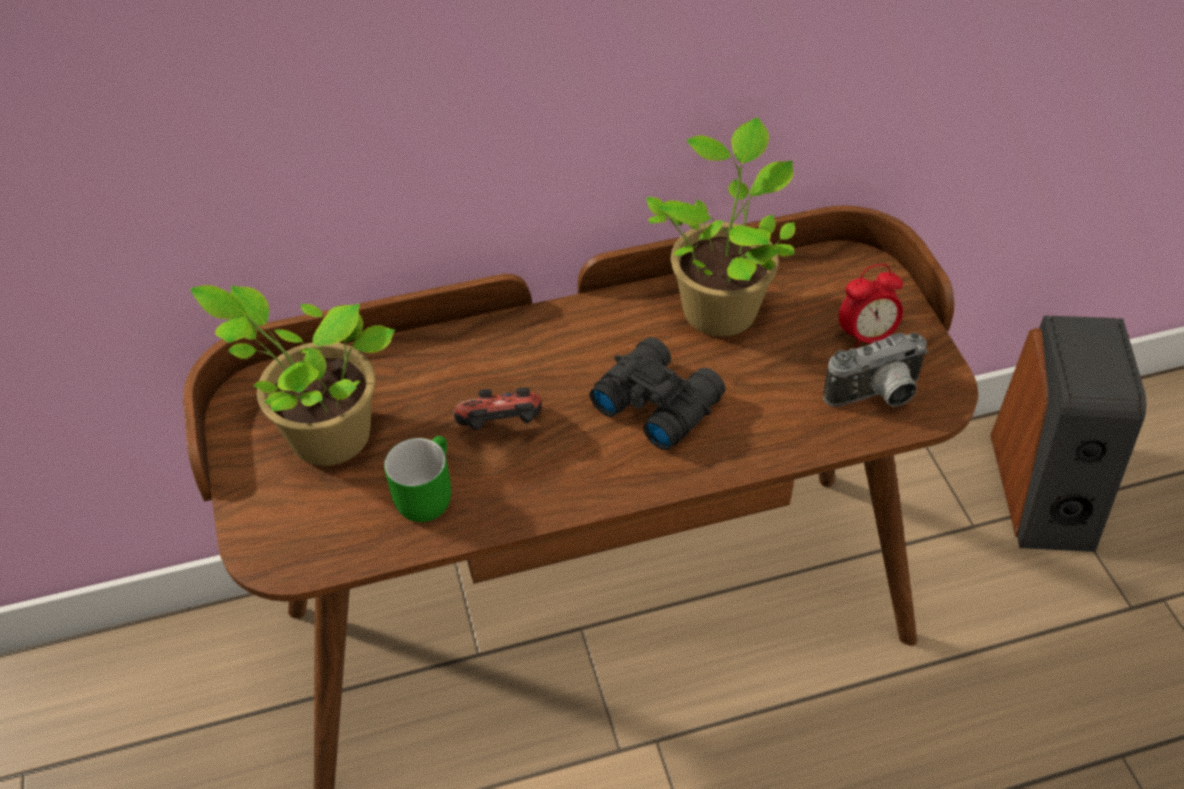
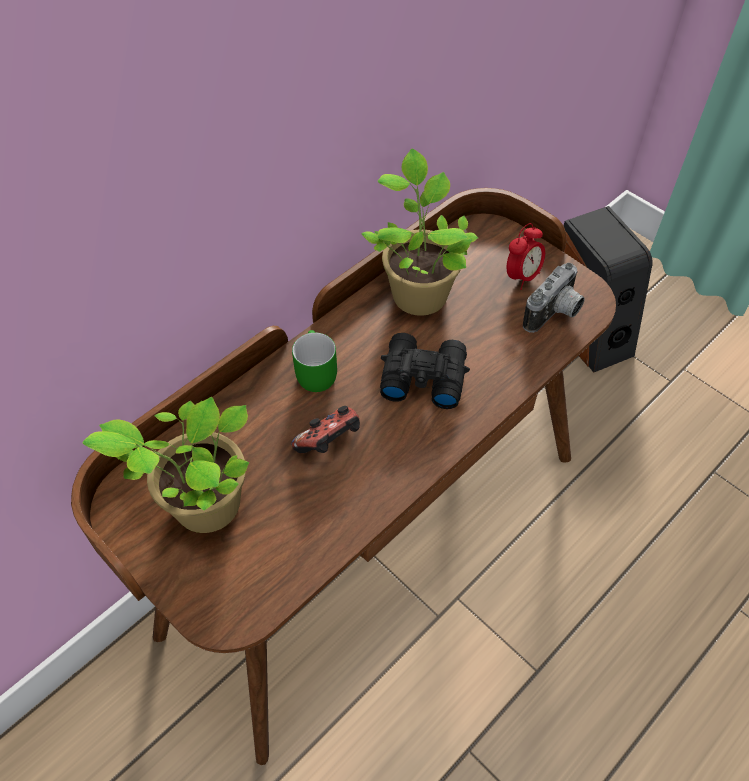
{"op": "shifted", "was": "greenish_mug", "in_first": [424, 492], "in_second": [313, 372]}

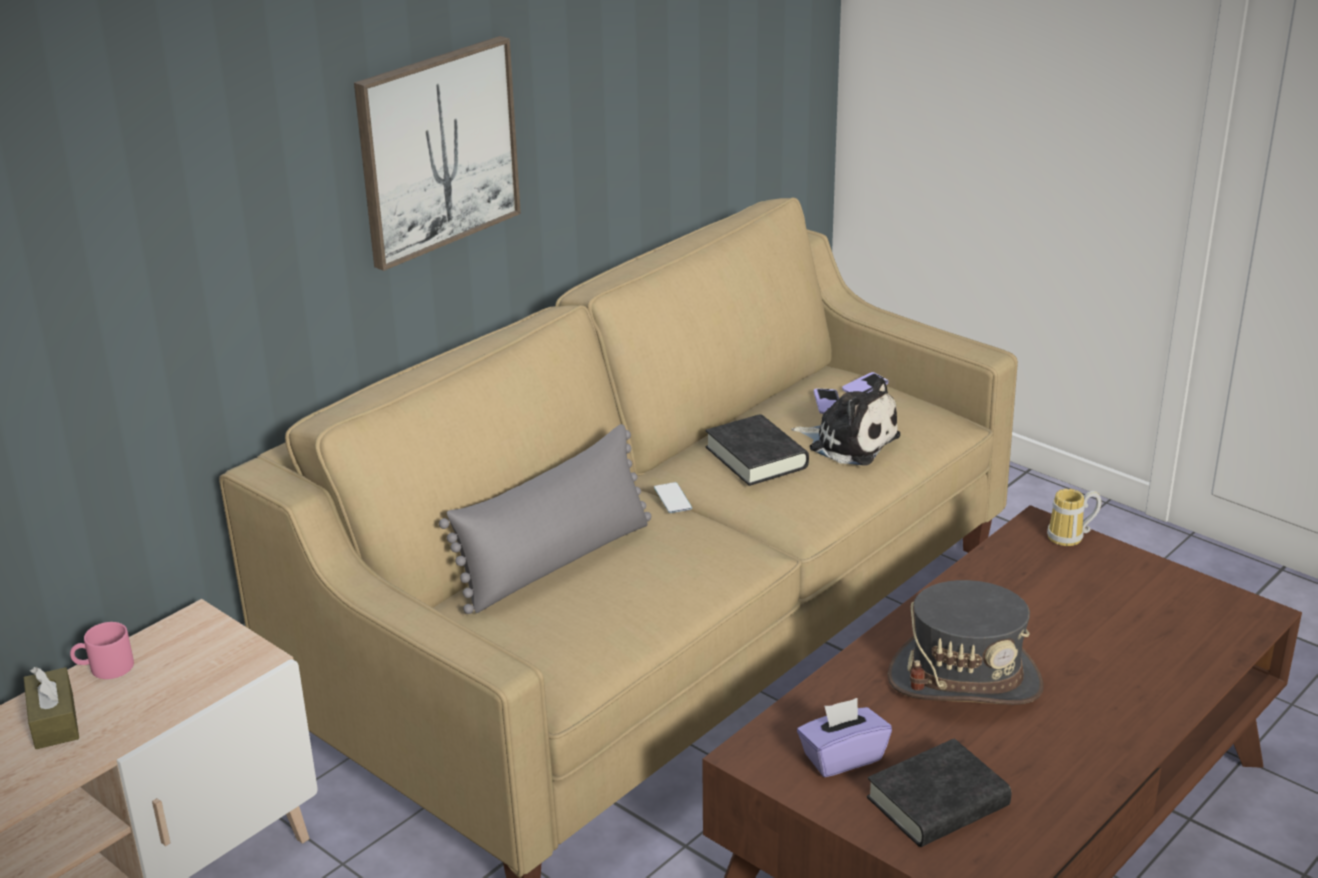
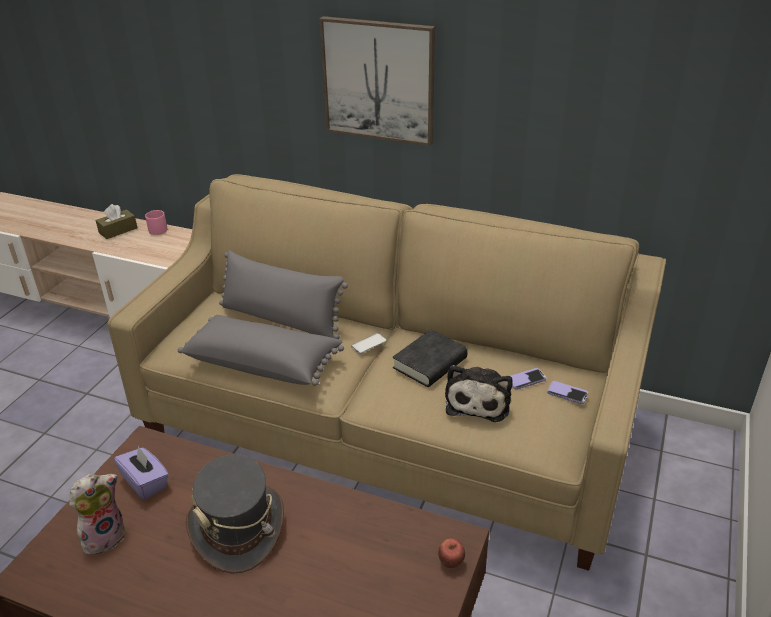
{"op": "new", "now": "gray_cushion", "in_second": [263, 363]}
{"op": "swapped", "was": "black_book", "now": "plush_toy", "in_first": [937, 802], "in_second": [104, 536]}
{"op": "swapped", "was": "mug", "now": "whole_apple", "in_first": [1070, 538], "in_second": [451, 562]}

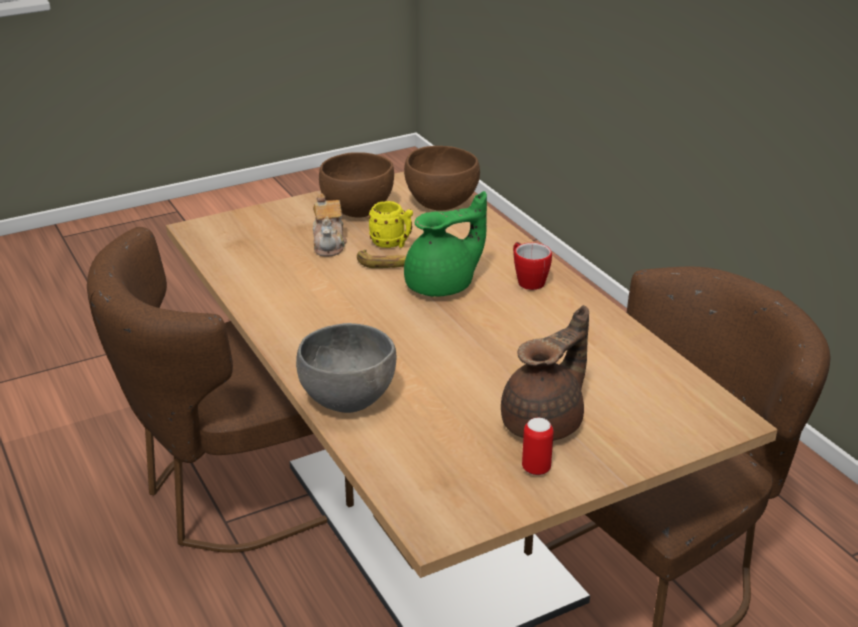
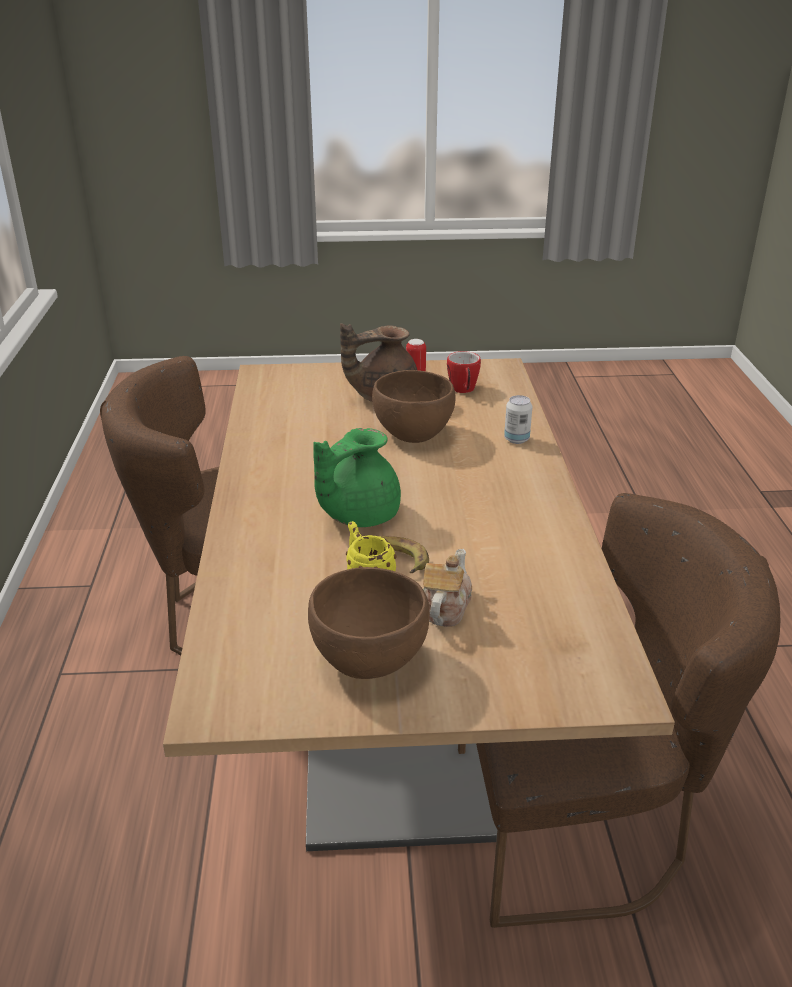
{"op": "shifted", "was": "brown-coloured_deep_dish", "in_first": [440, 204], "in_second": [414, 434]}
{"op": "shifted", "was": "mug", "in_first": [527, 280], "in_second": [463, 390]}
{"op": "swapped", "was": "gray_deep_dish", "now": "can", "in_first": [349, 400], "in_second": [516, 439]}
{"op": "rotated", "was": "greenish_teapot", "in_first": [443, 286], "in_second": [357, 515], "clockwise": -45}

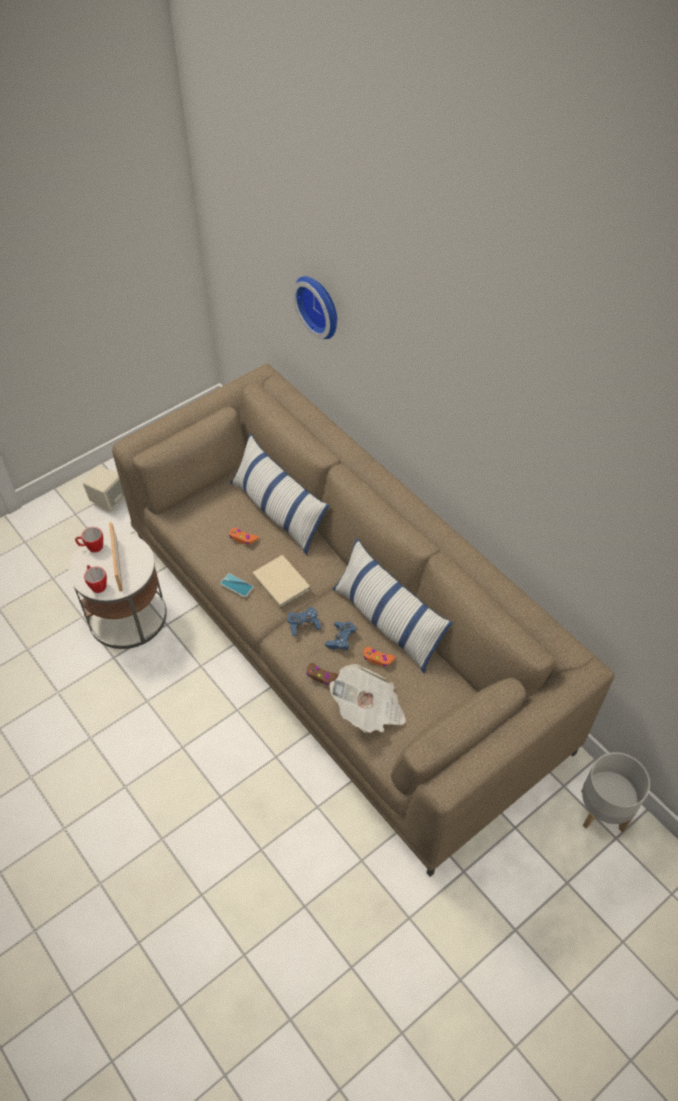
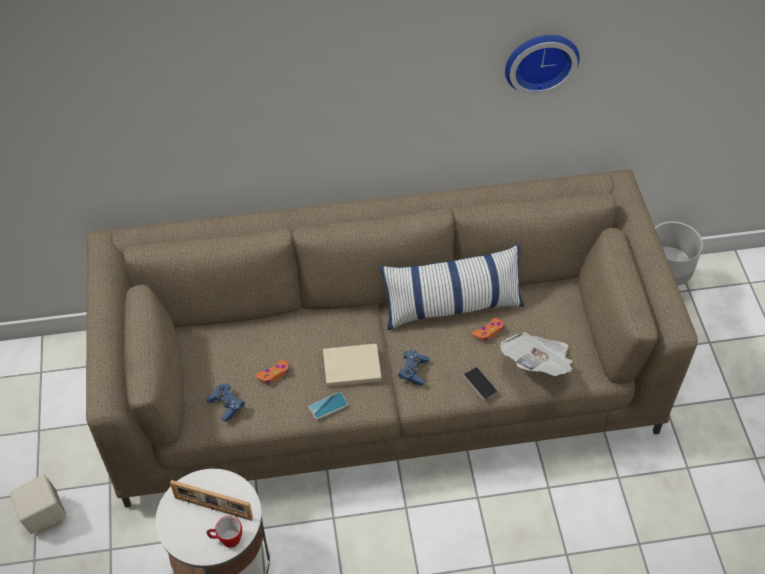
{"op": "gone", "was": "mug", "in_first": [92, 547]}
{"op": "gone", "was": "cushion", "in_first": [278, 511]}
{"op": "shifted", "was": "hanging_clock", "in_first": [320, 305], "in_second": [540, 60]}
{"op": "shifted", "was": "blue-coloured_game_controller", "in_first": [341, 639], "in_second": [226, 405]}
{"op": "swapped", "was": "brown-coloured_game_controller", "now": "phone", "in_first": [321, 676], "in_second": [480, 384]}

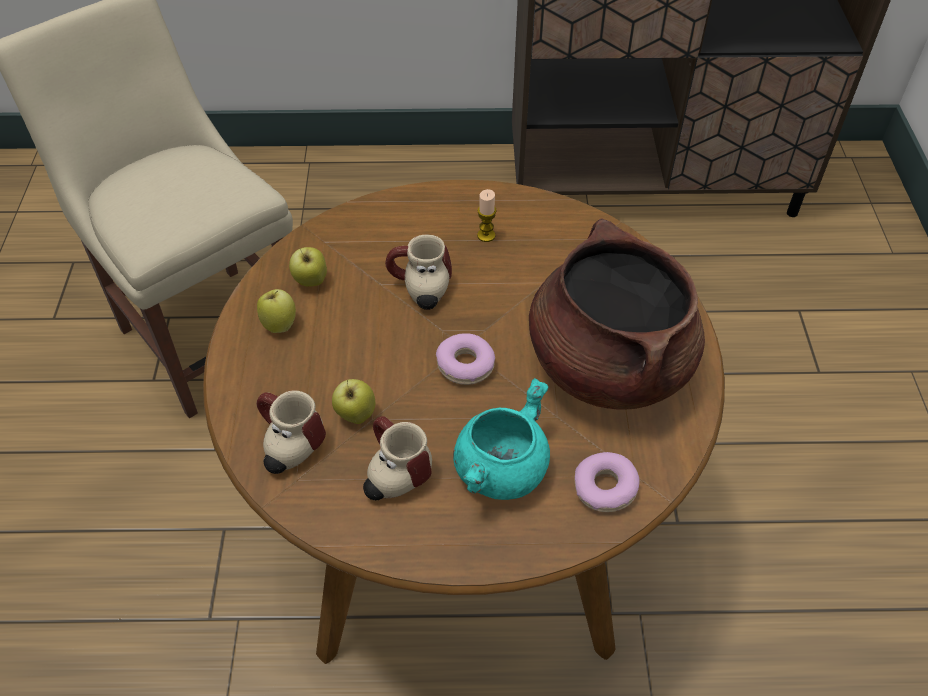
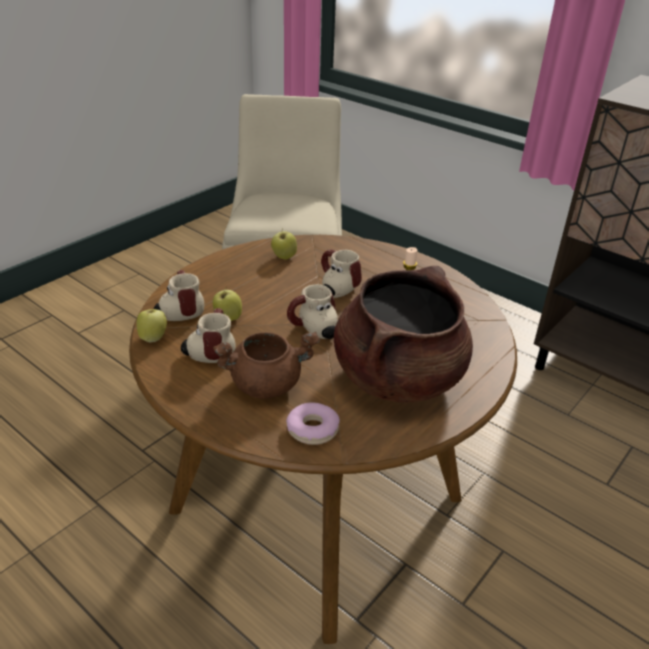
{"op": "shifted", "was": "whole_apple", "in_first": [279, 324], "in_second": [153, 338]}
{"op": "swapped", "was": "doughnut", "now": "mug", "in_first": [465, 365], "in_second": [313, 331]}
{"op": "repainted", "was": "turquoise-coloured_cooking_pot", "now": "brown-coloured_cooking_pot", "in_first": [500, 468], "in_second": [266, 384]}

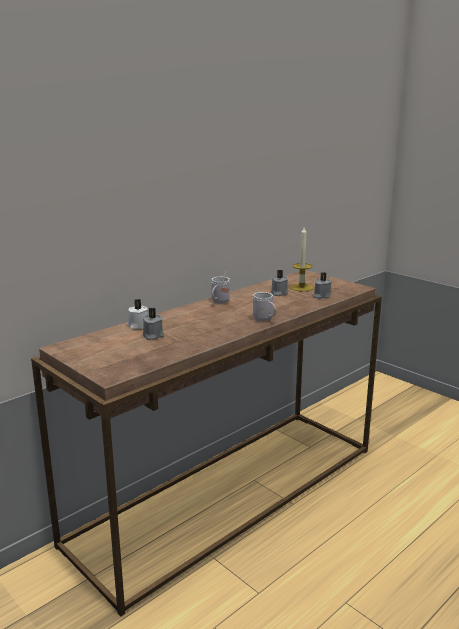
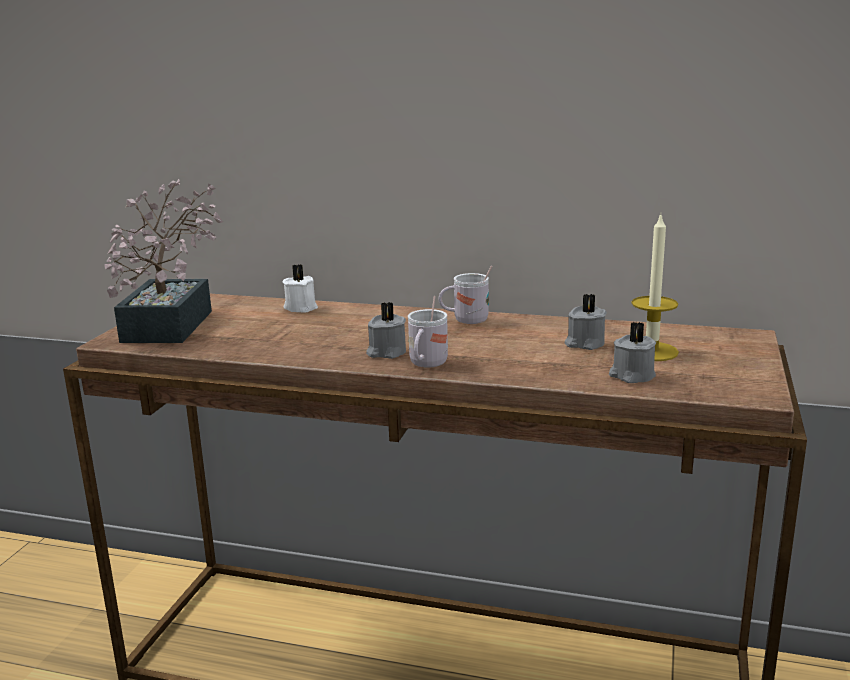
{"op": "new", "now": "plant_in_a_pot", "in_second": [173, 322]}
{"op": "shifted", "was": "gray_wax_candle", "in_first": [152, 336], "in_second": [386, 352]}

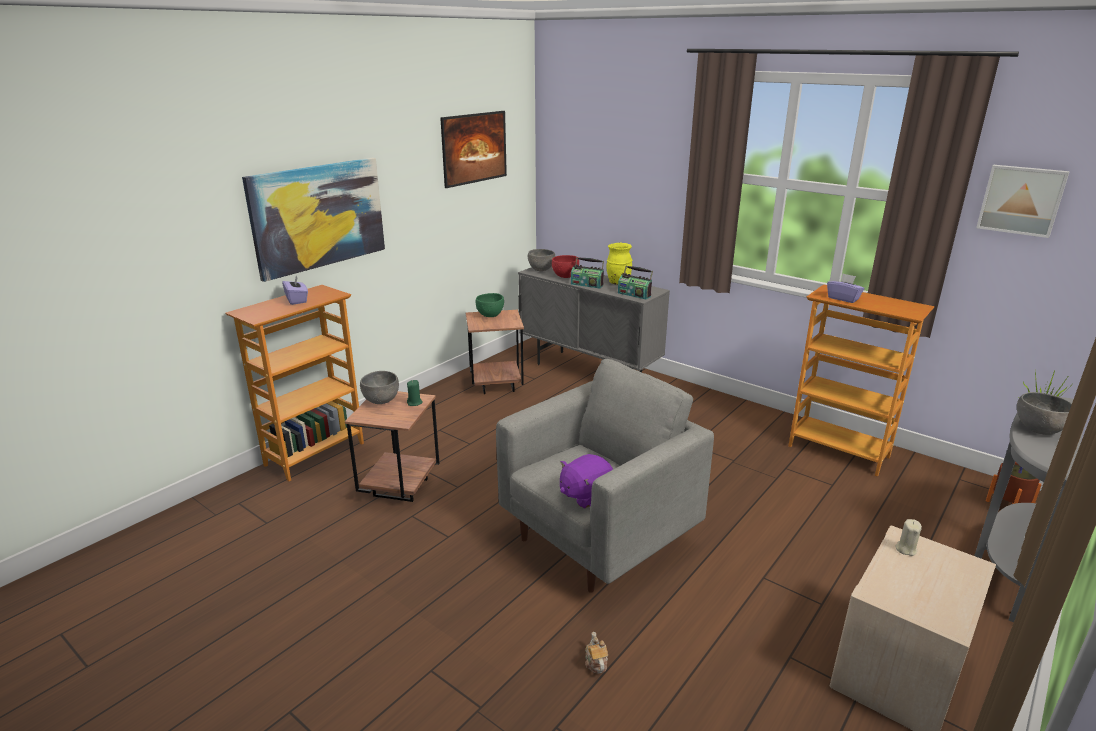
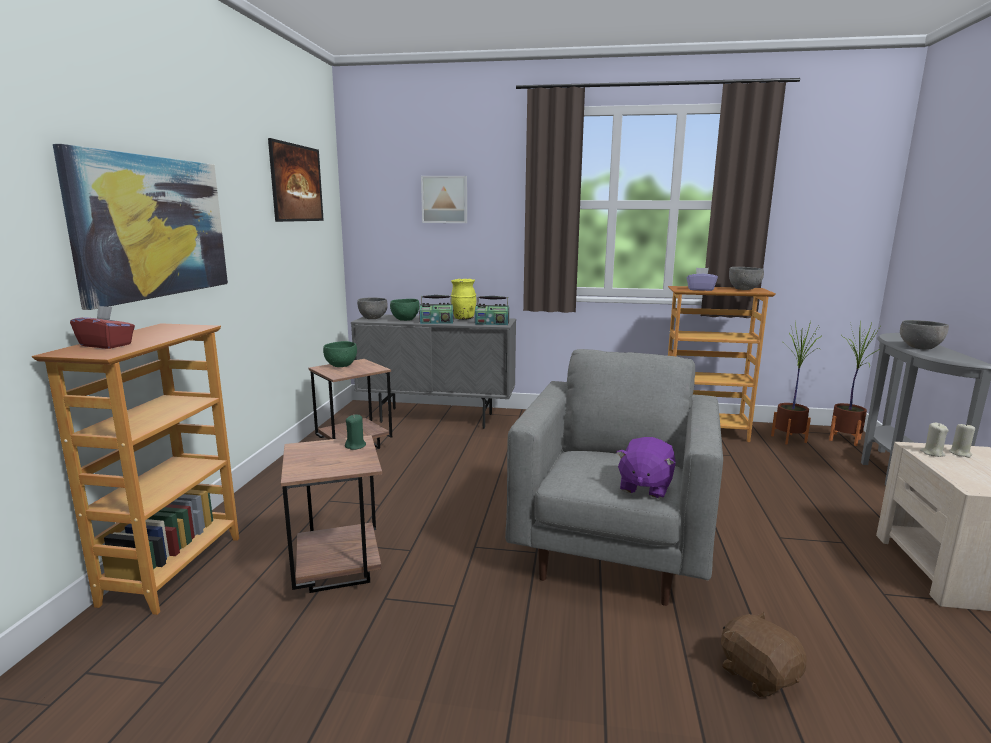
{"op": "gone", "was": "purple-coloured_tissue_box", "in_first": [297, 300]}
{"op": "new", "now": "reddish_tissue_box", "in_second": [106, 345]}
{"op": "new", "now": "plant_in_a_pot", "in_second": [788, 439]}
{"op": "new", "now": "sand-coloured_wax_candle", "in_second": [960, 453]}
{"op": "shifted", "was": "gray_deep_dish", "in_first": [381, 401], "in_second": [743, 289]}
{"op": "shifted", "was": "wall_picture", "in_first": [1021, 200], "in_second": [445, 199]}
{"op": "swapped", "was": "teapot", "now": "brown-coloured_plush_toy", "in_first": [595, 662], "in_second": [758, 674]}
{"op": "repainted", "was": "reddish_deep_dish", "now": "greenish_deep_dish", "in_first": [565, 276], "in_second": [405, 320]}

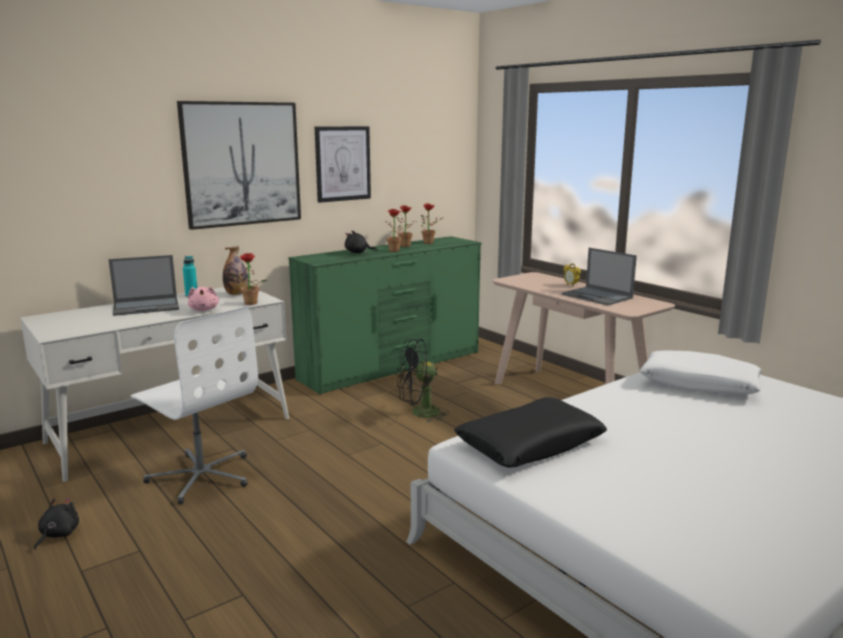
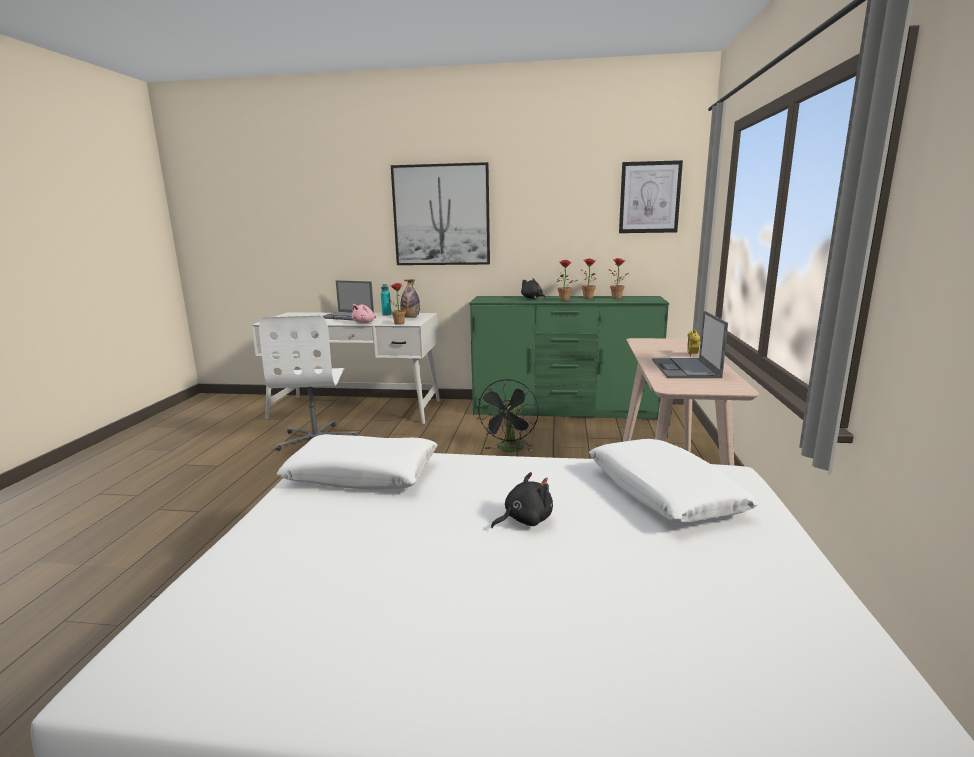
{"op": "shifted", "was": "black_plush_toy", "in_first": [58, 535], "in_second": [525, 520]}
{"op": "shifted", "was": "wall_picture", "in_first": [343, 163], "in_second": [649, 197]}
{"op": "repainted", "was": "black_cushion", "now": "white_cushion", "in_first": [530, 445], "in_second": [362, 474]}
{"op": "rotated", "was": "black_fan", "in_first": [419, 413], "in_second": [509, 450], "clockwise": -105}

